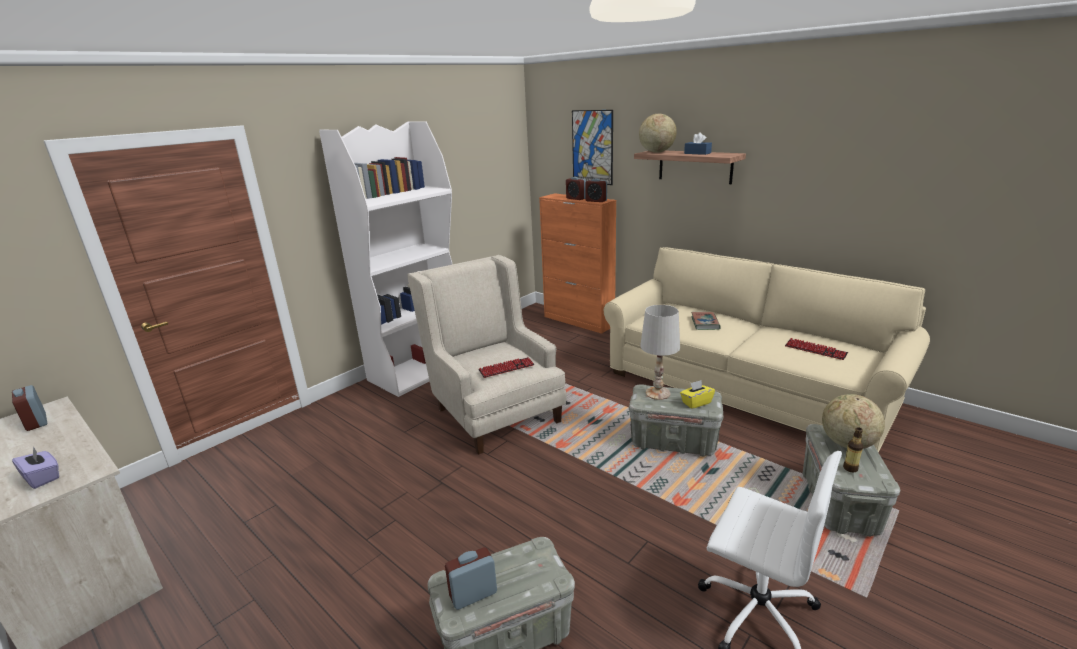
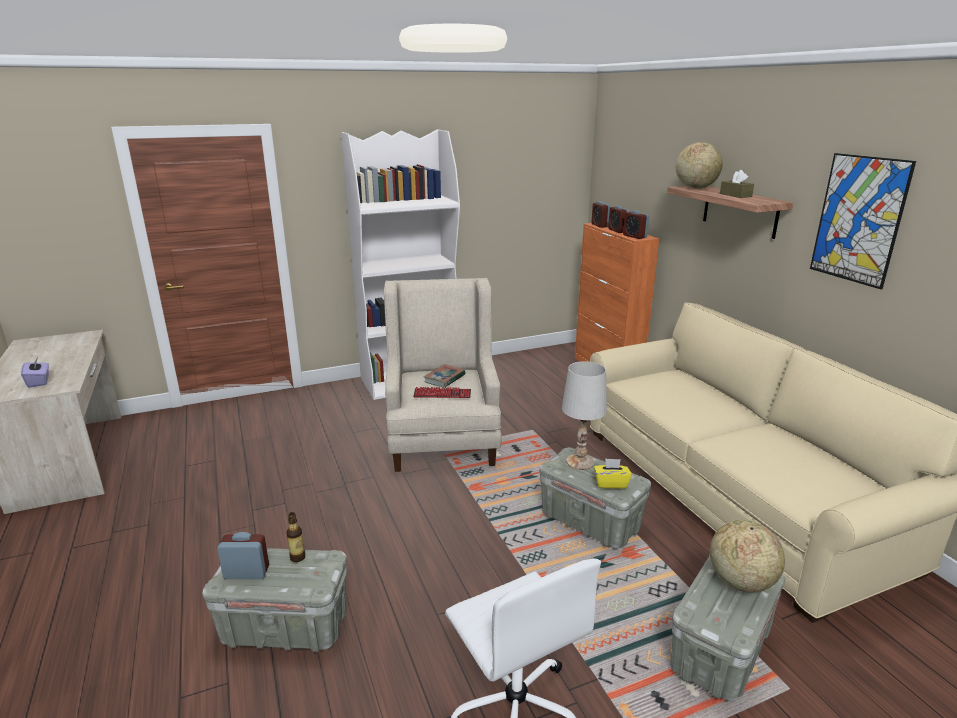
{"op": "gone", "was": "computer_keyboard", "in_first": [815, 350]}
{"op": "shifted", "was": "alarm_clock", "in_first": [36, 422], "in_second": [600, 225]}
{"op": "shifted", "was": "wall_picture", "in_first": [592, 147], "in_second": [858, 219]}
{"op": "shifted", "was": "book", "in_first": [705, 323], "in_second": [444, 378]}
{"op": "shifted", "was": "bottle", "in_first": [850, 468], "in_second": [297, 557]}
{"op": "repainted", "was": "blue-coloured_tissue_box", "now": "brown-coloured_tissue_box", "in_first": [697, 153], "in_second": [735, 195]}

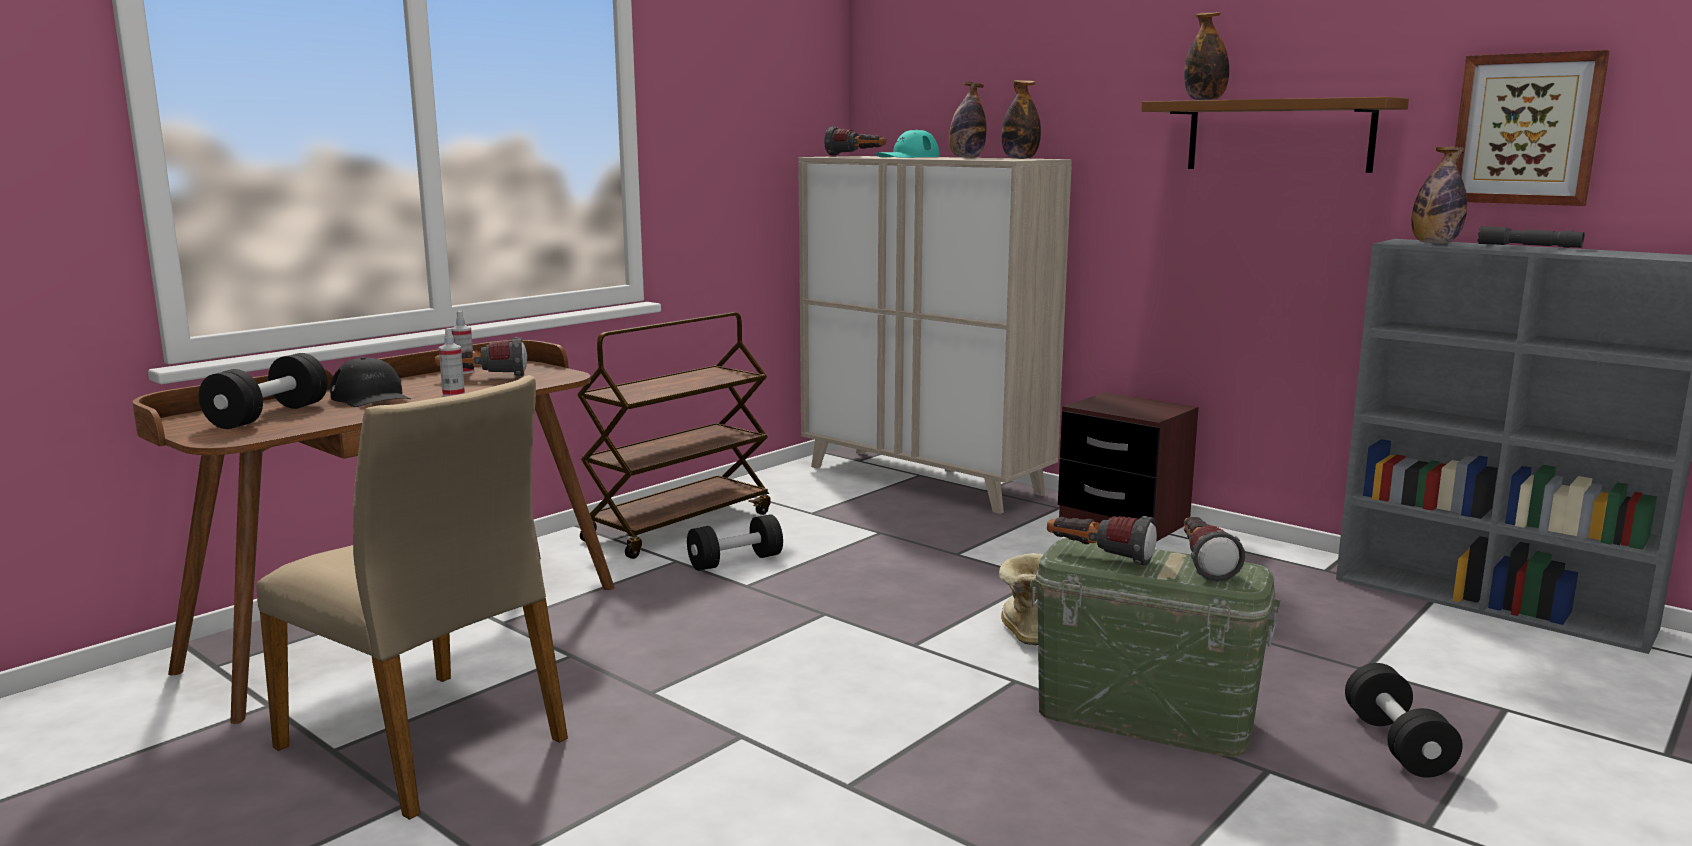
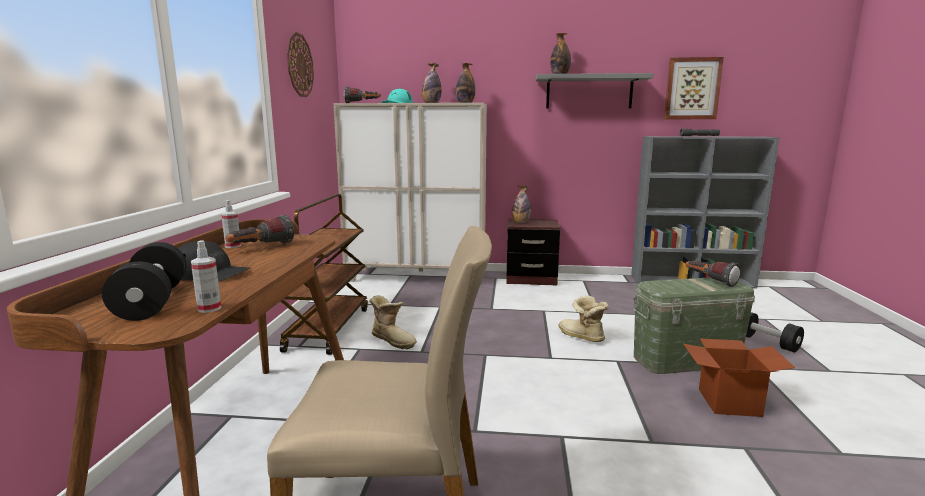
{"op": "gone", "was": "flashlight", "in_first": [1099, 557]}
{"op": "new", "now": "hanging_clock", "in_second": [299, 65]}
{"op": "new", "now": "carton", "in_second": [729, 402]}
{"op": "shifted", "was": "spray_bottle", "in_first": [453, 395], "in_second": [209, 308]}
{"op": "shifted", "was": "bottle", "in_first": [1434, 243], "in_second": [520, 222]}
{"op": "swapped", "was": "black_dumbbell", "now": "high-top_boot", "in_first": [735, 561], "in_second": [393, 340]}
{"op": "repainted", "was": "brown-coloured_bracket_shelf", "now": "gray_bracket_shelf", "in_first": [1279, 135], "in_second": [589, 92]}

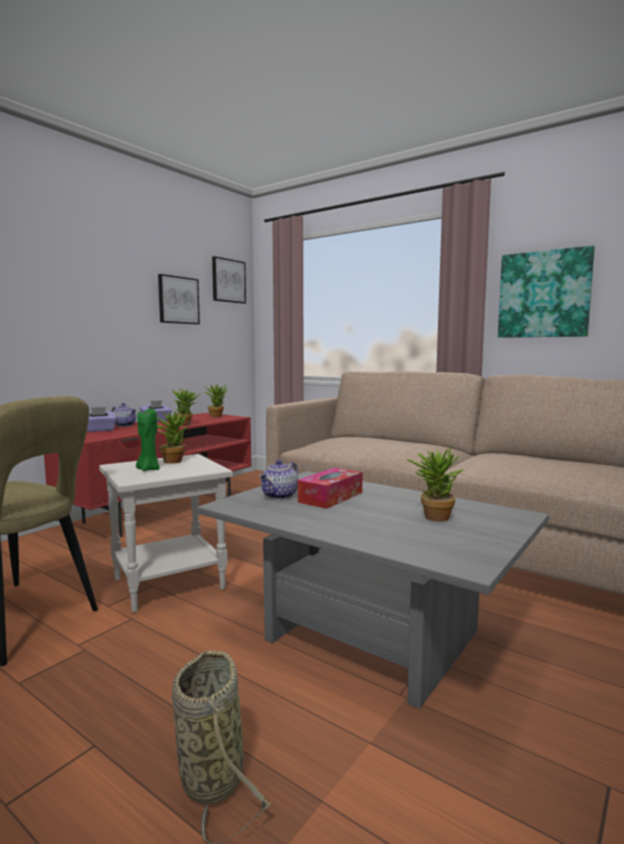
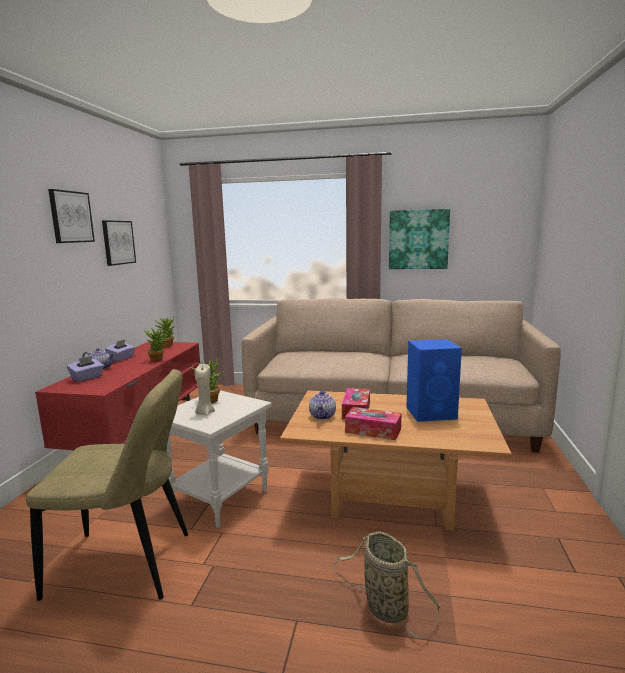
{"op": "new", "now": "tissue_box", "in_second": [373, 430]}
{"op": "shifted", "was": "wall_picture", "in_first": [228, 281], "in_second": [71, 217]}
{"op": "swapped", "was": "plant_in_a_pot", "now": "blue-coloured_speaker", "in_first": [433, 516], "in_second": [432, 413]}
{"op": "repainted", "was": "greenish_wax_candle", "now": "sand-coloured_wax_candle", "in_first": [148, 469], "in_second": [205, 413]}
{"op": "repainted", "was": "gray_low_table", "now": "brown-coloured_low_table", "in_first": [366, 637], "in_second": [390, 498]}

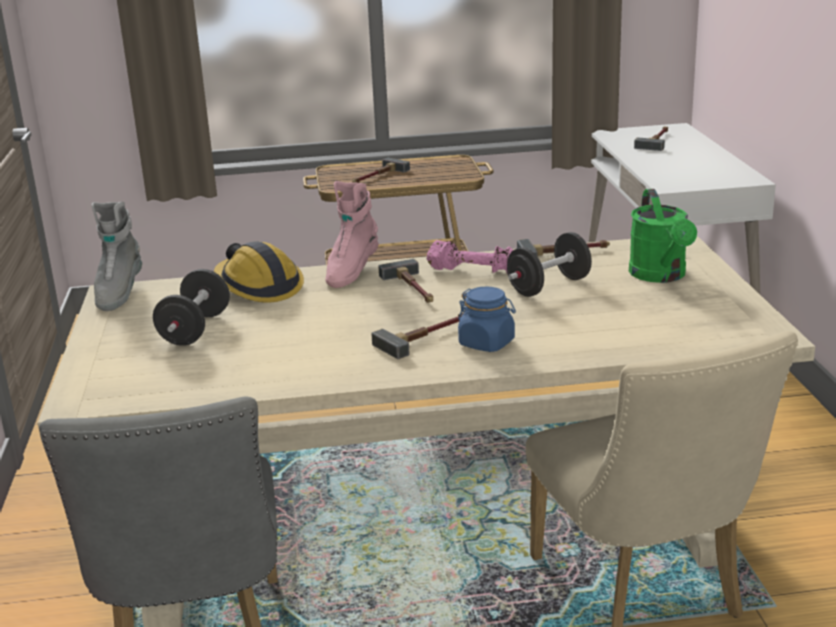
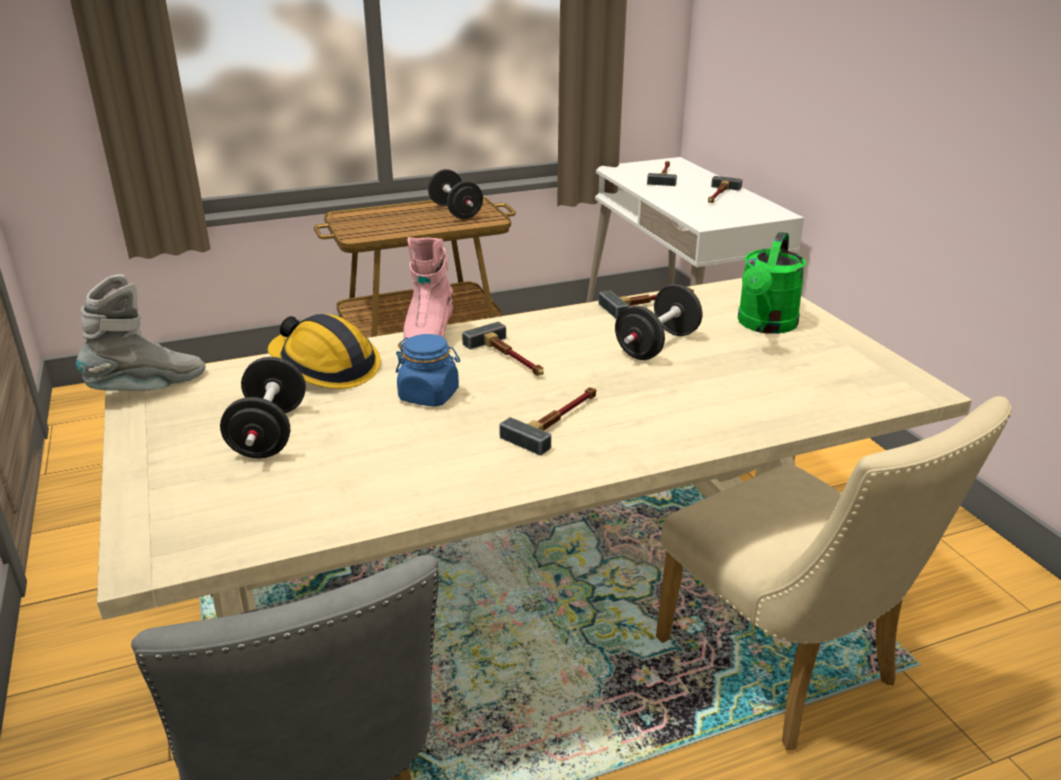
{"op": "gone", "was": "pink_dumbbell", "in_first": [473, 270]}
{"op": "new", "now": "black_dumbbell", "in_second": [455, 211]}
{"op": "shifted", "was": "hammer", "in_first": [376, 177], "in_second": [718, 196]}
{"op": "shifted", "was": "blue-coloured_storage_jar", "in_first": [487, 343], "in_second": [429, 395]}
{"op": "rotated", "was": "gray_high-top_boot", "in_first": [118, 293], "in_second": [149, 389], "clockwise": -120}
{"op": "rotated", "was": "greenish_watering_pot", "in_first": [661, 276], "in_second": [765, 325], "clockwise": 45}

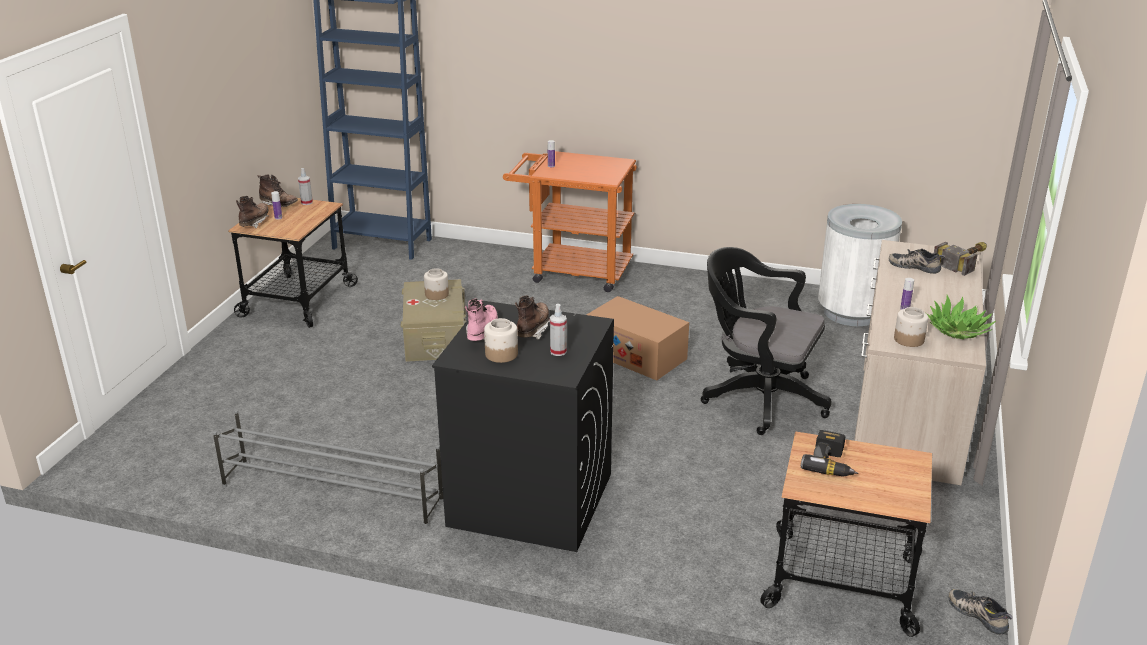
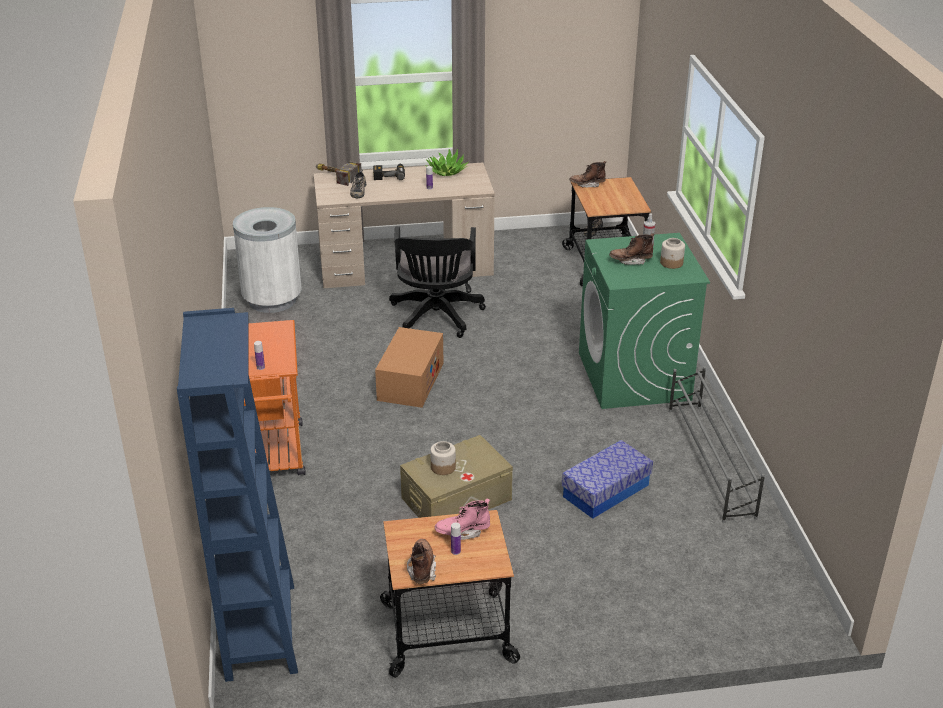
{"op": "gone", "was": "spray_bottle", "in_first": [307, 202]}
{"op": "gone", "was": "storage_jar", "in_first": [908, 339]}
{"op": "new", "now": "storage_box", "in_second": [606, 491]}
{"op": "shifted", "was": "brown-coloured_high-top_boot", "in_first": [254, 222], "in_second": [587, 185]}
{"op": "shifted", "was": "pink_high-top_boot", "in_first": [482, 332], "in_second": [463, 532]}
{"op": "shifted", "was": "power_drill", "in_first": [832, 463], "in_second": [389, 175]}
{"op": "repainted", "was": "black_laundry_machine", "now": "greenish_laundry_machine", "in_first": [529, 500], "in_second": [634, 377]}

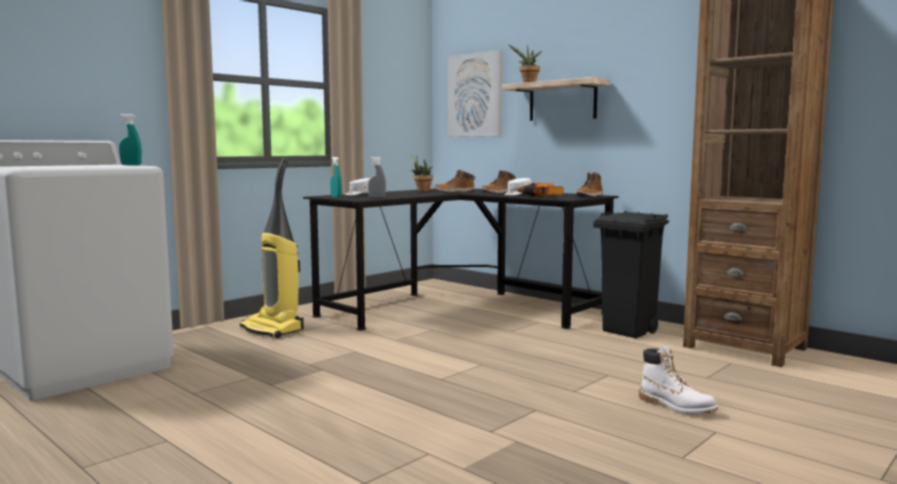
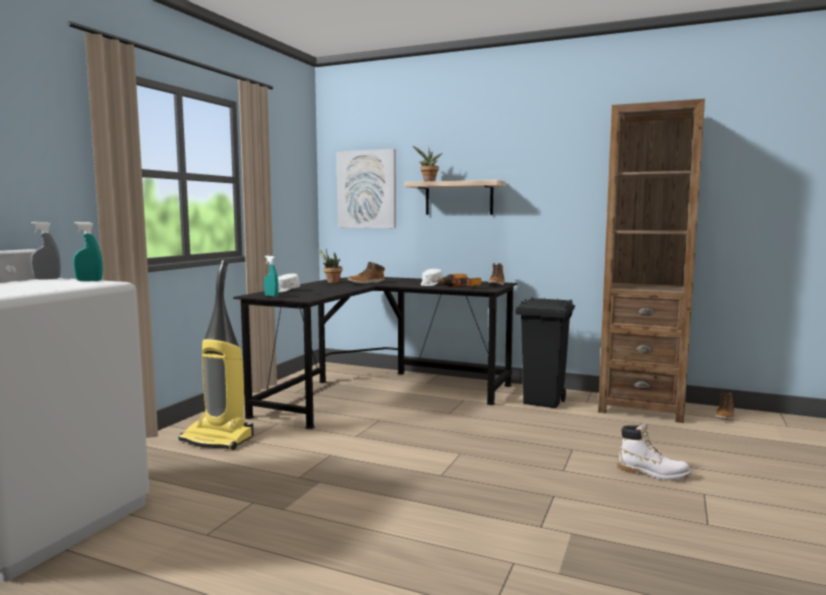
{"op": "shifted", "was": "gray_spray_bottle", "in_first": [377, 197], "in_second": [47, 278]}
{"op": "shifted", "was": "high-top_boot", "in_first": [499, 193], "in_second": [725, 416]}

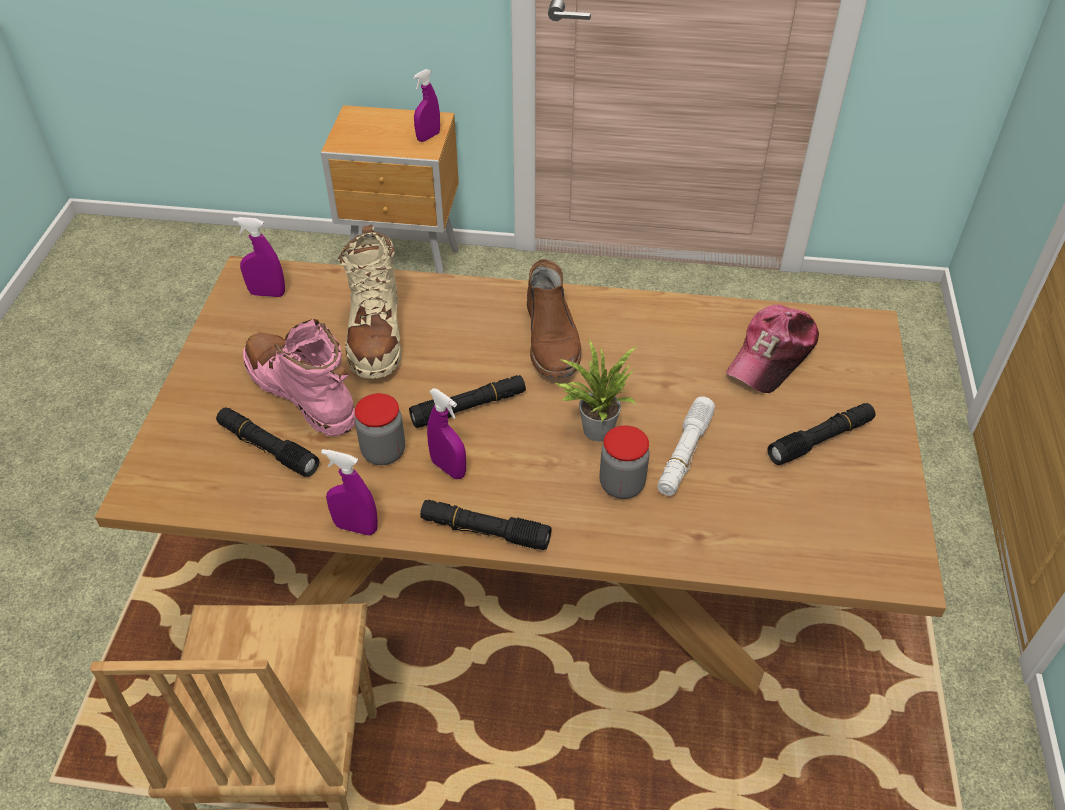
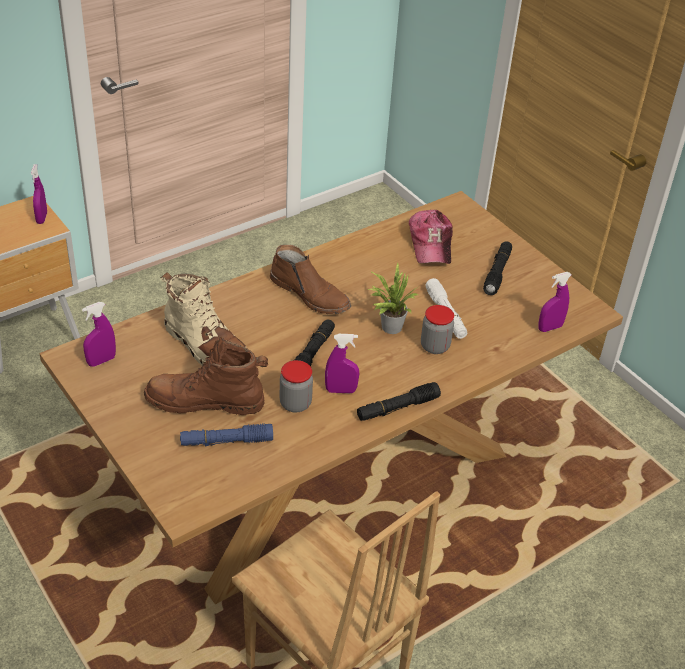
{"op": "shifted", "was": "purple-coloured_spray_bottle", "in_first": [356, 527], "in_second": [550, 328]}
{"op": "repainted", "was": "black_flashlight", "now": "blue-coloured_flashlight", "in_first": [268, 448], "in_second": [226, 441]}
{"op": "repainted", "was": "pink_high-top_boot", "now": "brown-coloured_high-top_boot", "in_first": [302, 392], "in_second": [205, 402]}

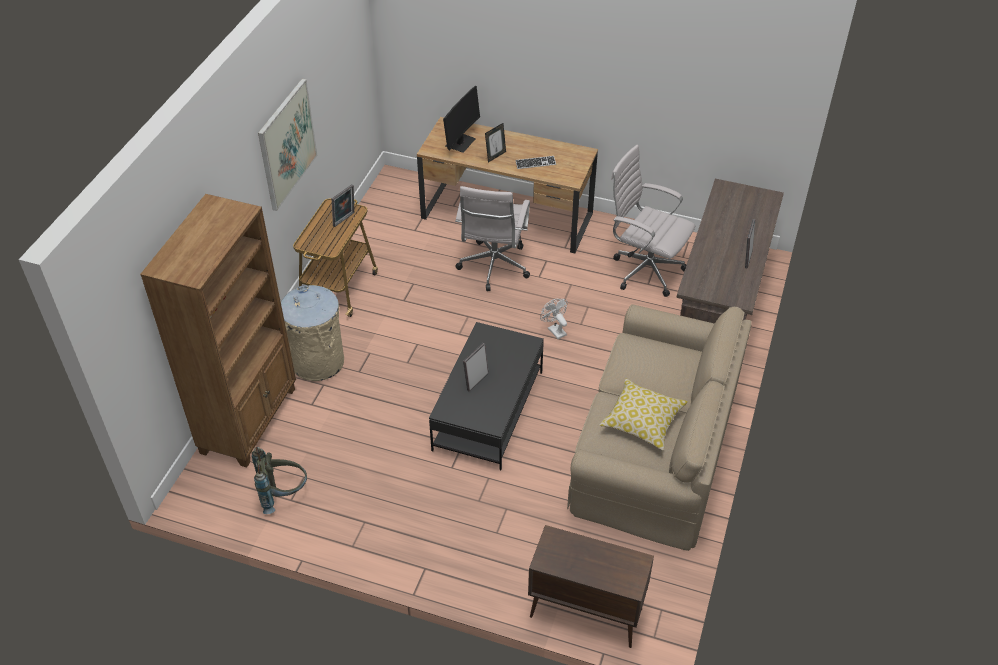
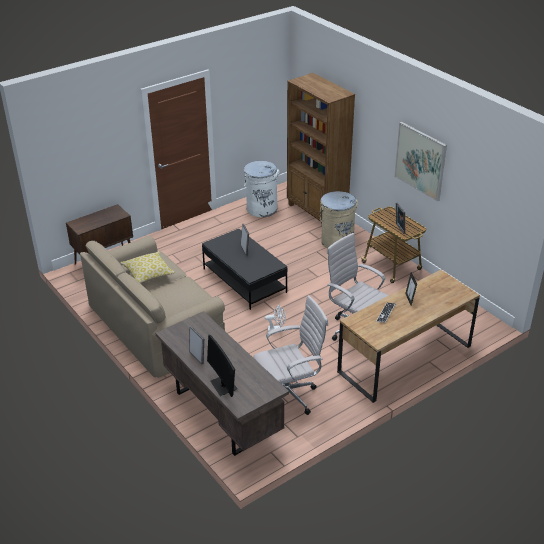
{"op": "shifted", "was": "monitor", "in_first": [460, 143], "in_second": [223, 385]}
{"op": "swapped", "was": "gray_knapsack", "now": "white_trash_can", "in_first": [283, 494], "in_second": [261, 208]}

